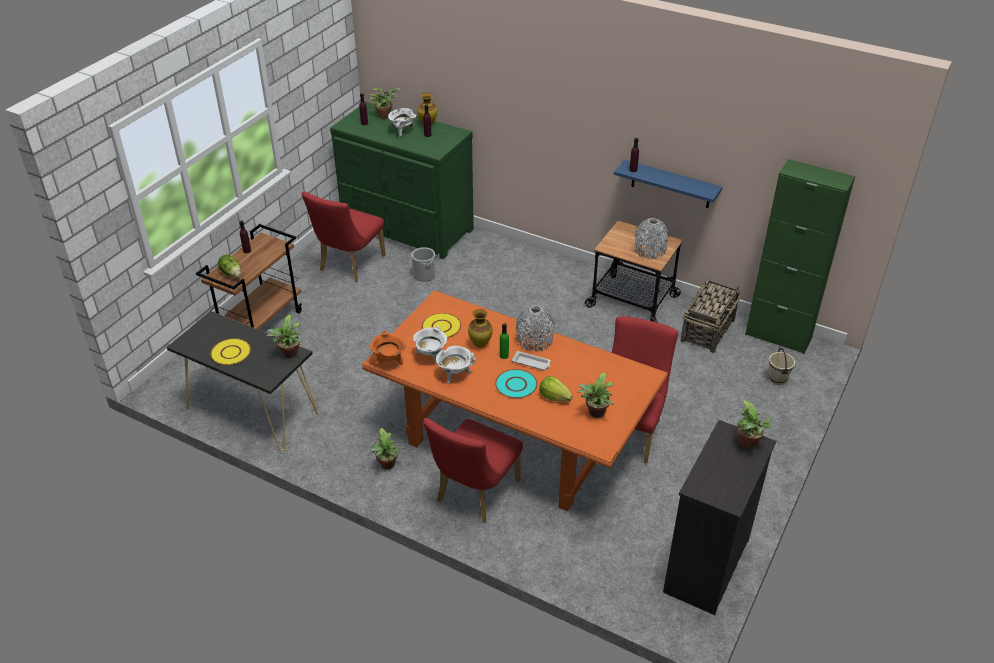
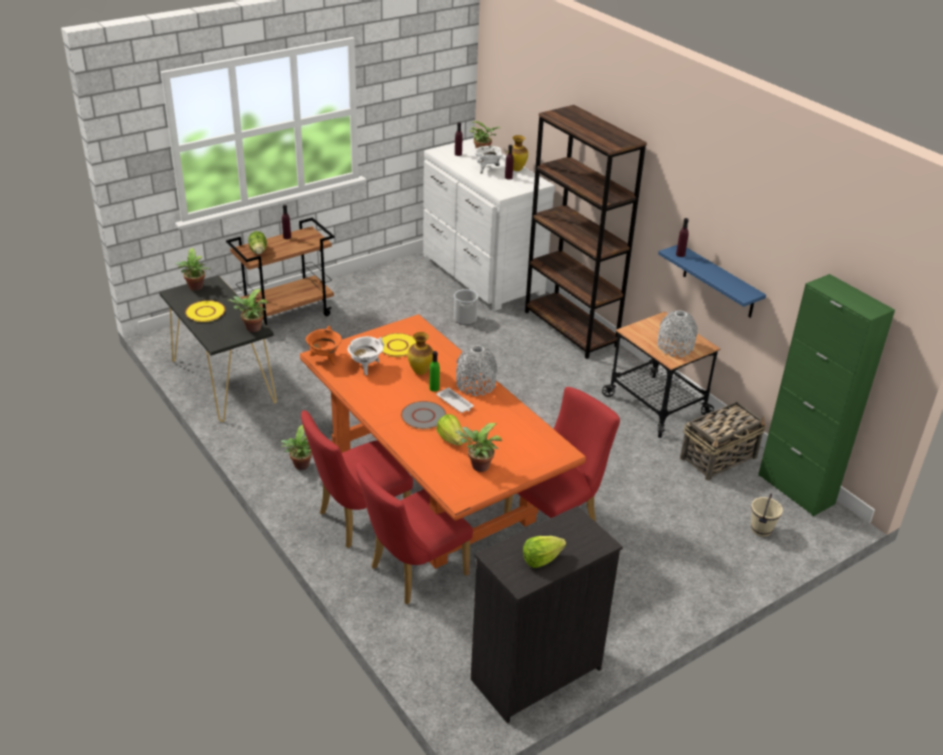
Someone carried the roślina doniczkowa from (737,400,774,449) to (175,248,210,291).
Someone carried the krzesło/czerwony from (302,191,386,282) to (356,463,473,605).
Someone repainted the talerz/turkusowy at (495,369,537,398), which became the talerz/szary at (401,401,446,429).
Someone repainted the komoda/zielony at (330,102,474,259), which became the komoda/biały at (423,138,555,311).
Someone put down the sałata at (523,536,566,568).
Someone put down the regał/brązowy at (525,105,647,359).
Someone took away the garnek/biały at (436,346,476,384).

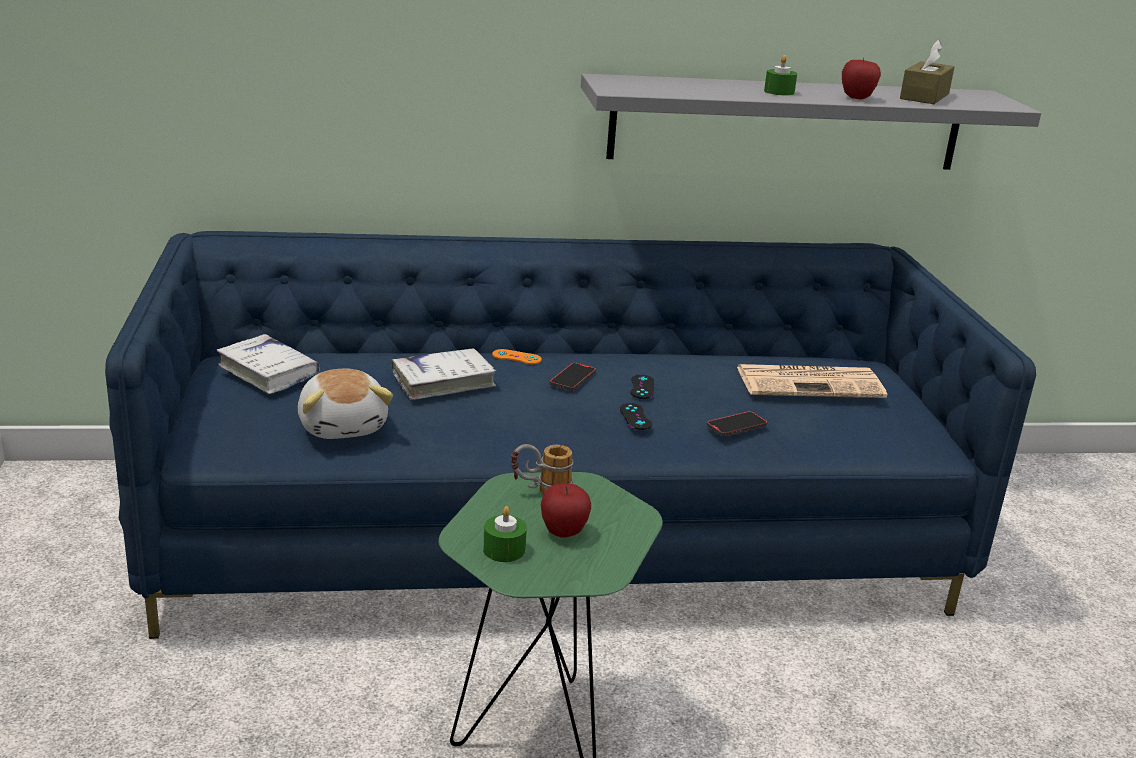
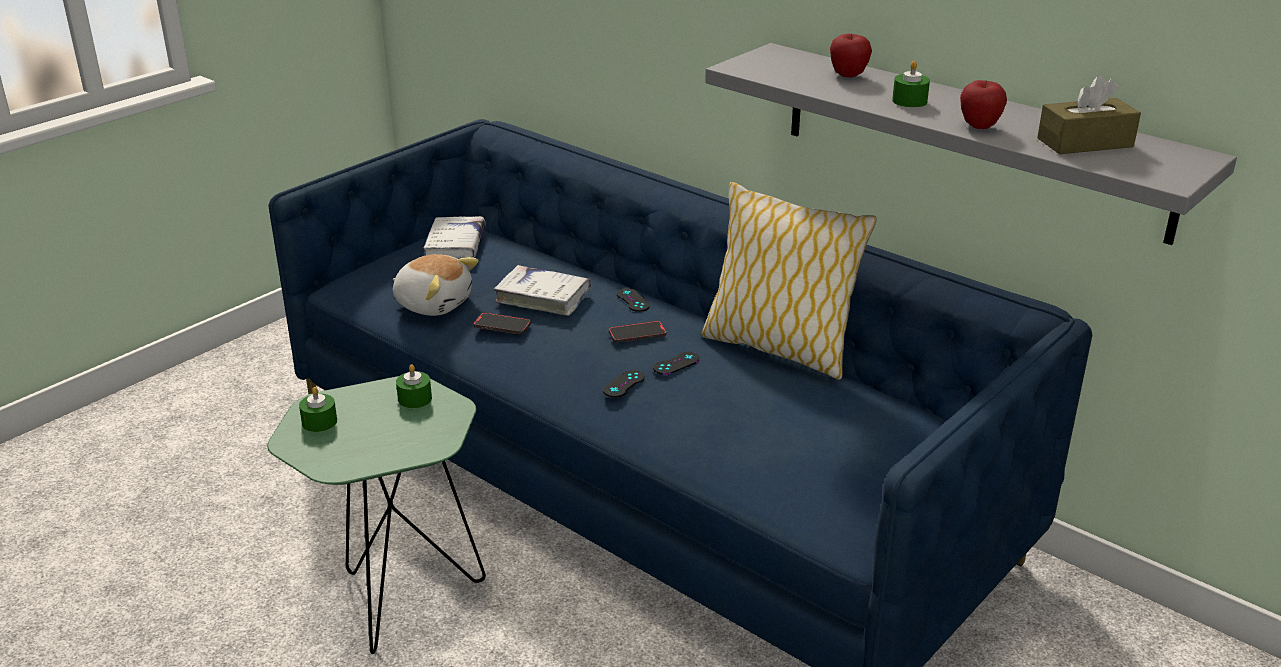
Someone rotated the pluszak at (298,369,393,439) by 90 degrees counterclockwise.
Someone swapped the kubek at (511,444,573,495) for the świeca/zielony at (396,364,432,408).
Someone carried the telefon from (707,411,767,437) to (474,313,531,335).
Someone repainted the pad do gier/pomarańczowy at (492,349,542,364), which became the pad do gier/czarny at (617,288,650,312).
Someone put down the poduszka at (702,182,877,380).
Someone carried the jabłko from (541,483,591,538) to (830,33,872,77).
Someone took away the gazeta at (737,364,887,398).

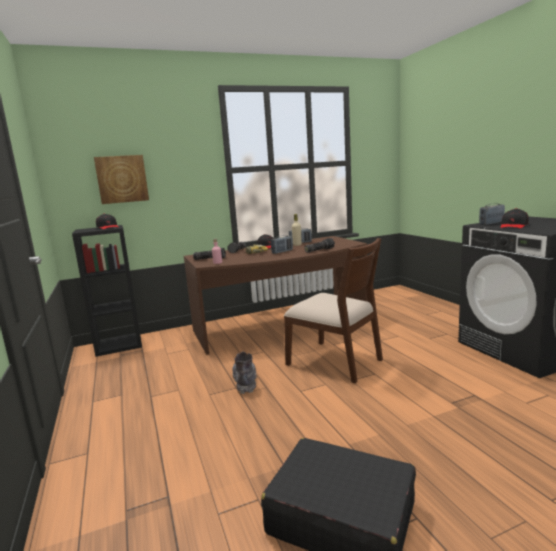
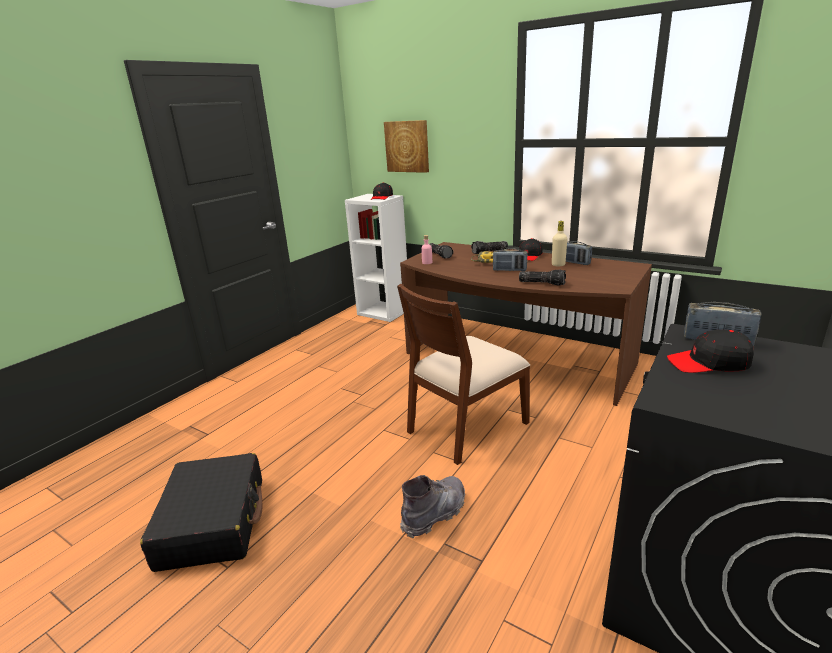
Someone repainted the regał/czarny at (72,225,142,357), which became the regał/biały at (345,194,407,322).
Someone rotated the krzesło/brązowy at (284,238,383,383) by 45 degrees clockwise.
Someone carried the but z cholewką/szary from (232,351,257,394) to (400,475,465,538).

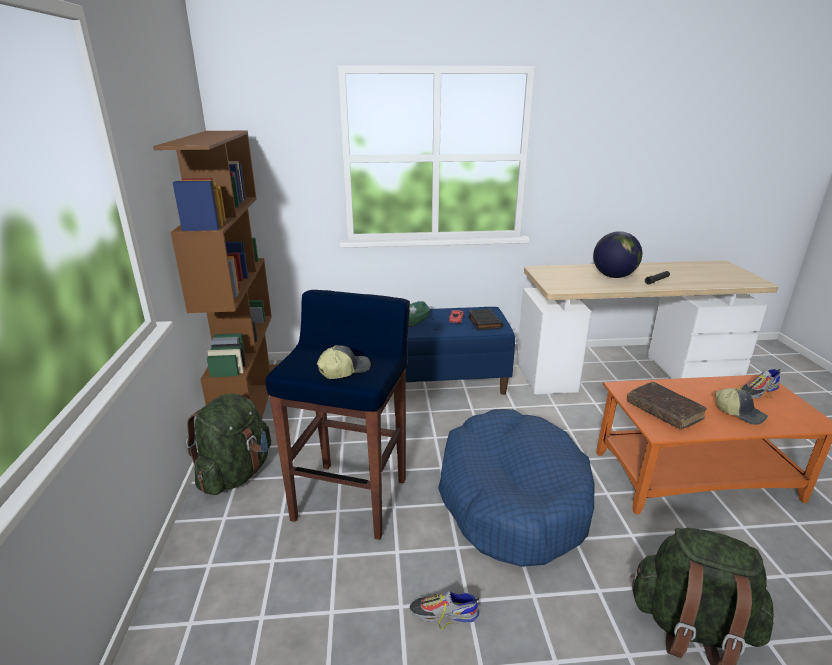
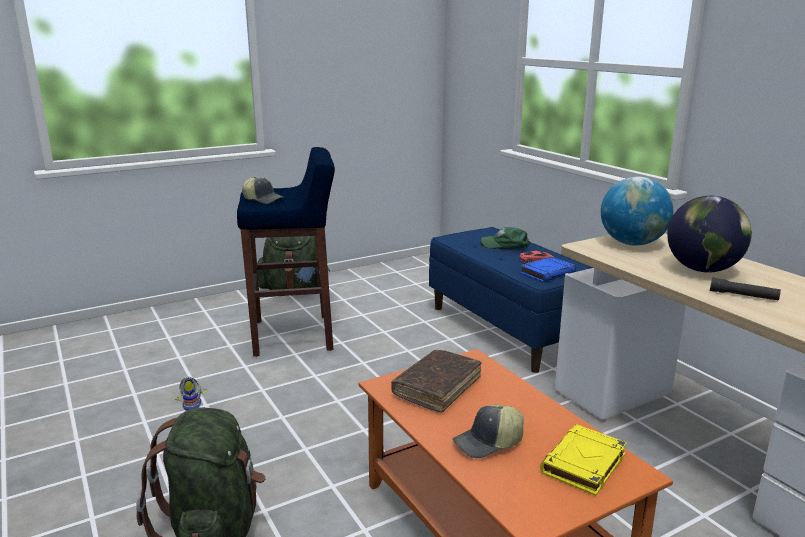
Someone rotated the czapka z daszkiem at (715,388,768,425) by 45 degrees clockwise.
Someone repainted the książka/czarny at (468,309,503,330), which became the książka/niebieski at (520,257,576,282).
Someone swapped the but at (739,369,780,399) for the książka/żółty at (540,424,627,496).
Someone put down the globus at (601,177,674,246).
Someone took away the regał/brązowy at (153,131,278,419).
Someone took away the legowisko/niebieski at (438,409,594,567).

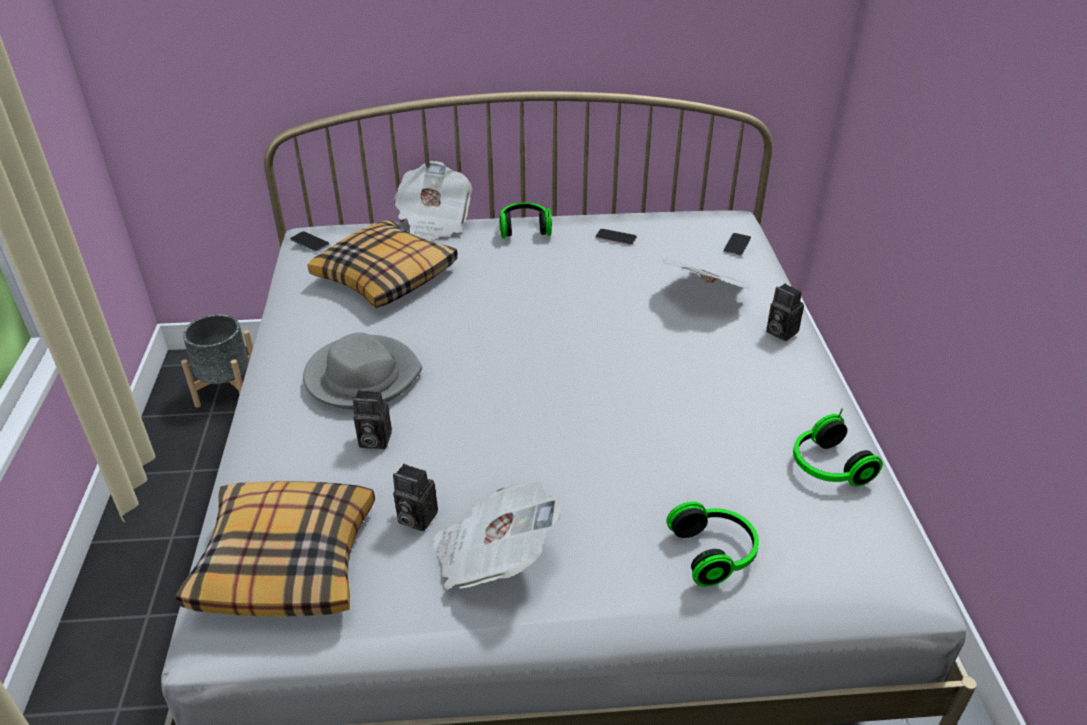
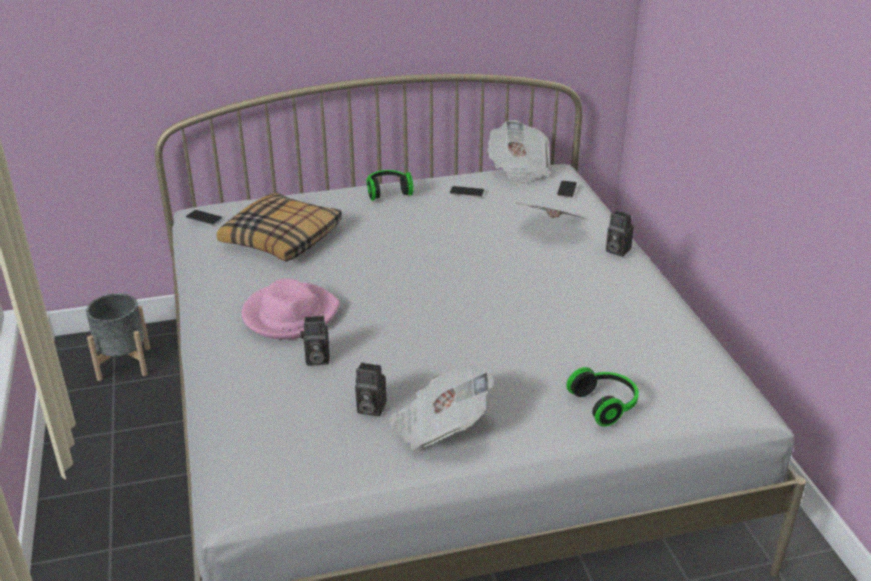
Someone repainted the kapelusz/szary at (303,332,422,409), which became the kapelusz/różowy at (241,278,340,340).
Someone carried the gazeta from (394,161,473,241) to (487,120,550,185).
Someone took away the poduszka at (176,481,375,617).
Someone took away the słuchawki at (793,408,883,486).

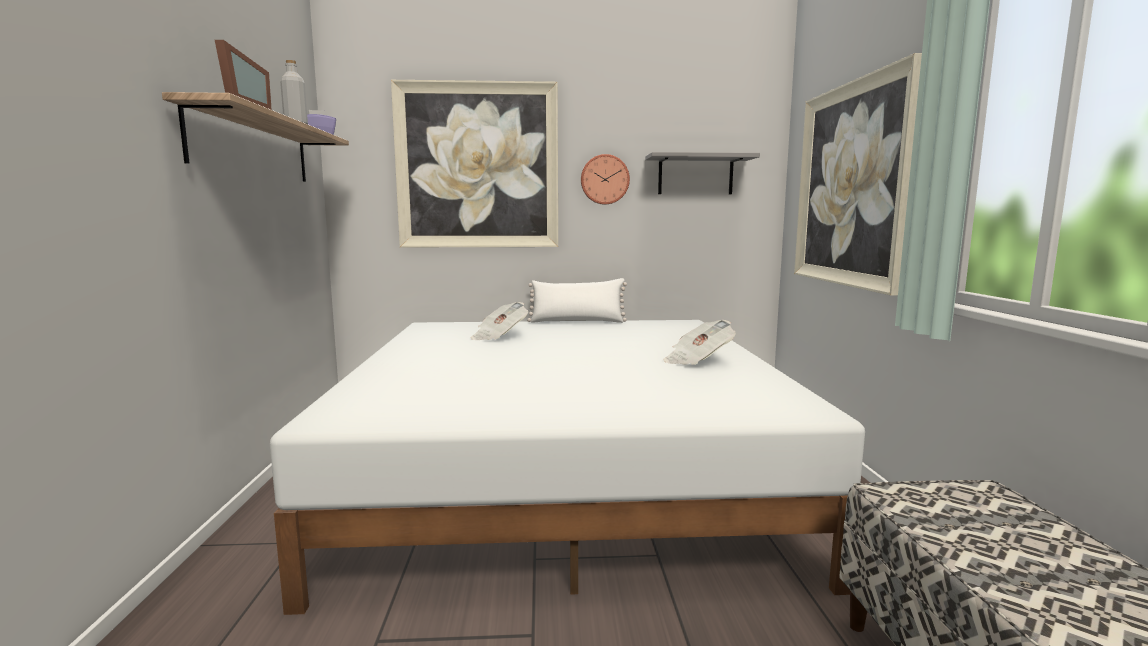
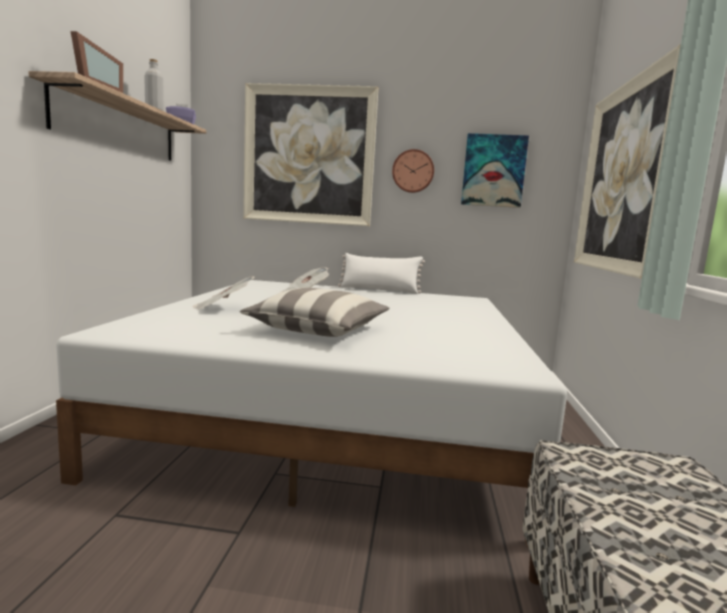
Someone carried the gazeta from (663,320,736,365) to (193,276,255,310).
Someone put down the poduszka at (240,288,389,337).
Someone swapped the półka/szary at (645,152,760,194) for the obraz at (461,133,529,208).

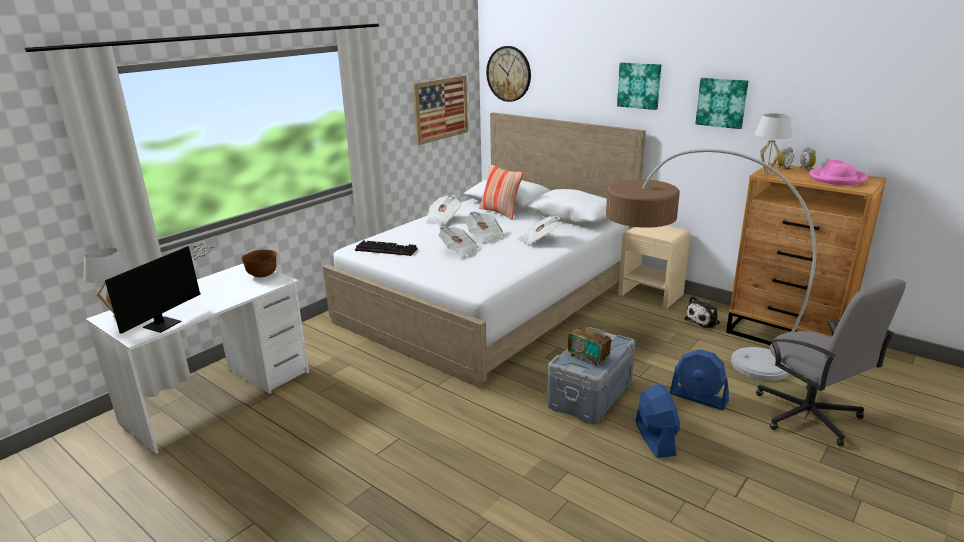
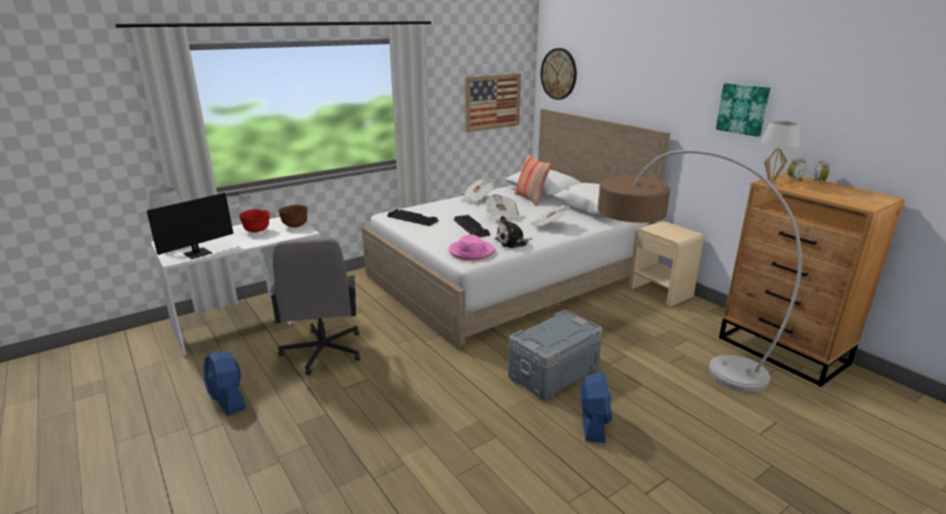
Someone carried the wentylator/niebieski from (670,350,729,410) to (204,352,246,416).
Someone put down the miska/czerwony at (239,209,270,233).
Someone carried the krzesło biurowe/szary from (756,279,906,446) to (269,238,360,375).
Someone carried the kapelusz/różowy from (809,160,868,185) to (449,235,496,260).
Someone swapped the gazeta at (439,226,479,257) for the klawiatura at (454,215,490,237).
Someone carried the pluszak from (684,296,721,329) to (495,216,532,248).
Someone took away the radio at (568,317,611,366).
Someone took away the obraz at (617,62,661,110).

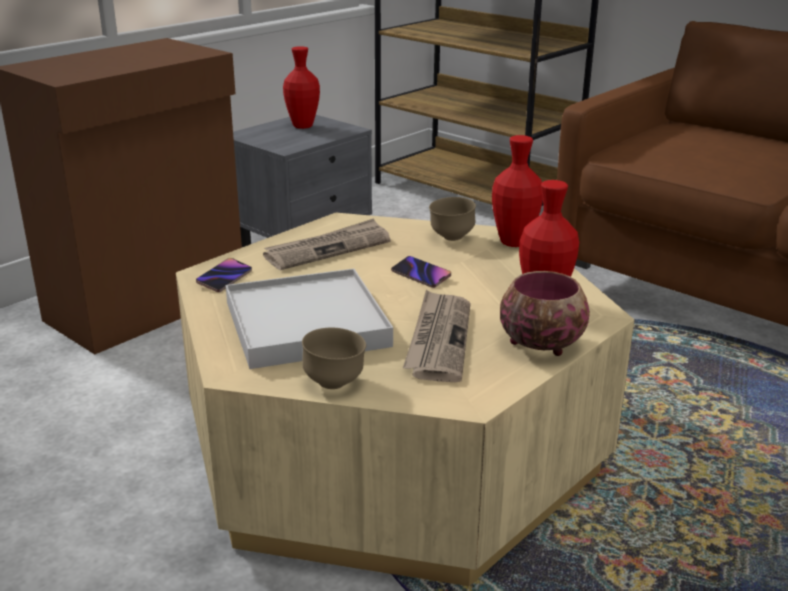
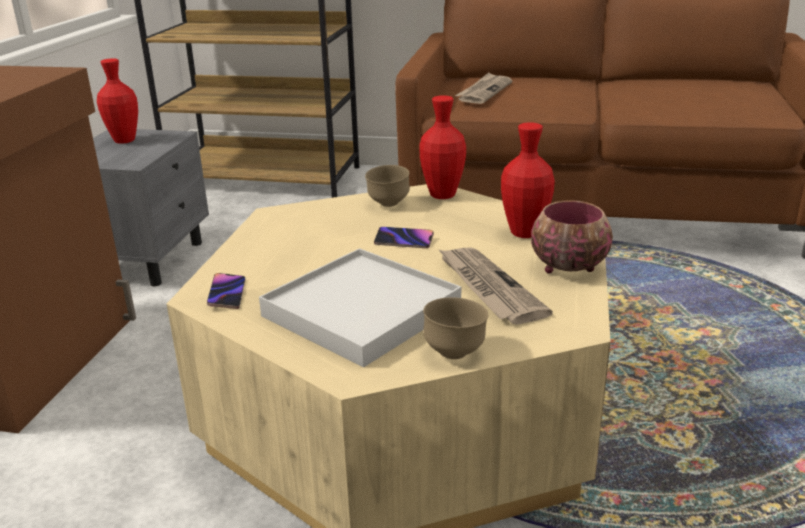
Someone carried the gazeta from (263,218,391,270) to (455,73,512,104).

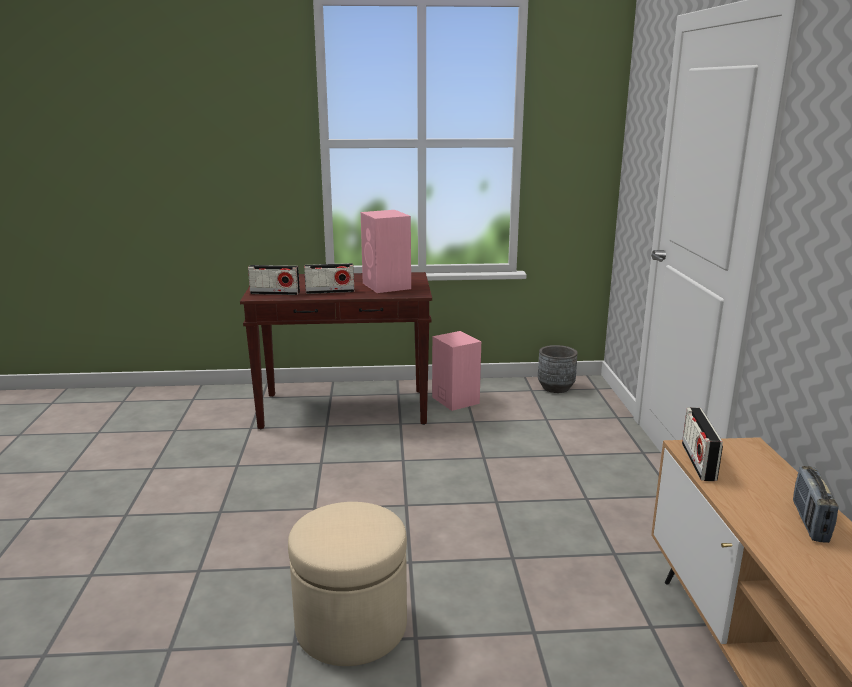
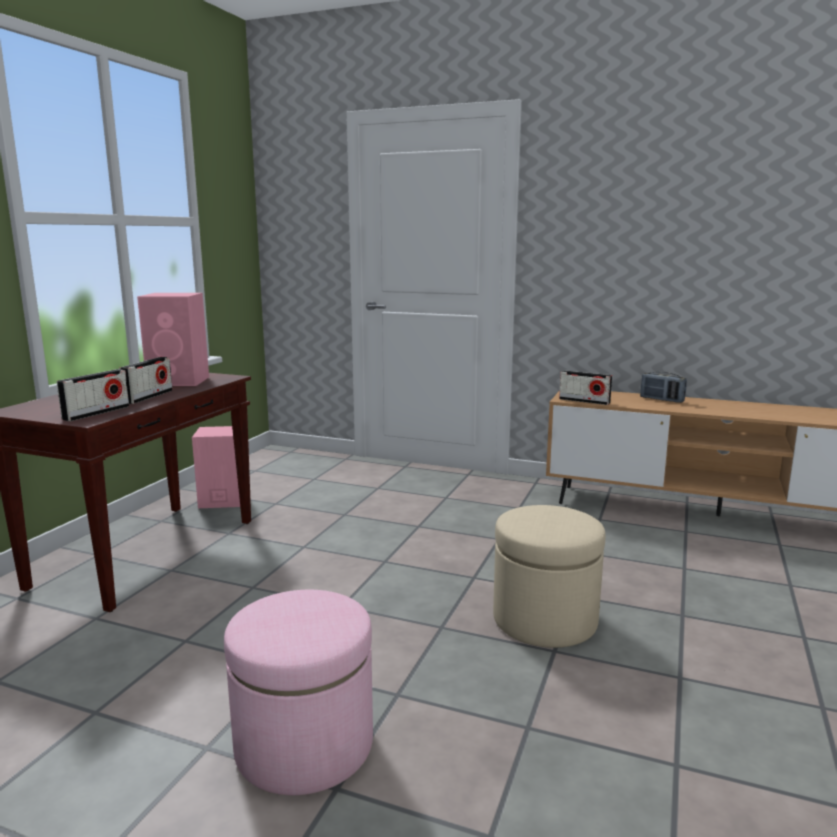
Someone put down the pufa/różowy at (224,590,373,795).
Someone took away the donica/szary at (538,345,577,393).

